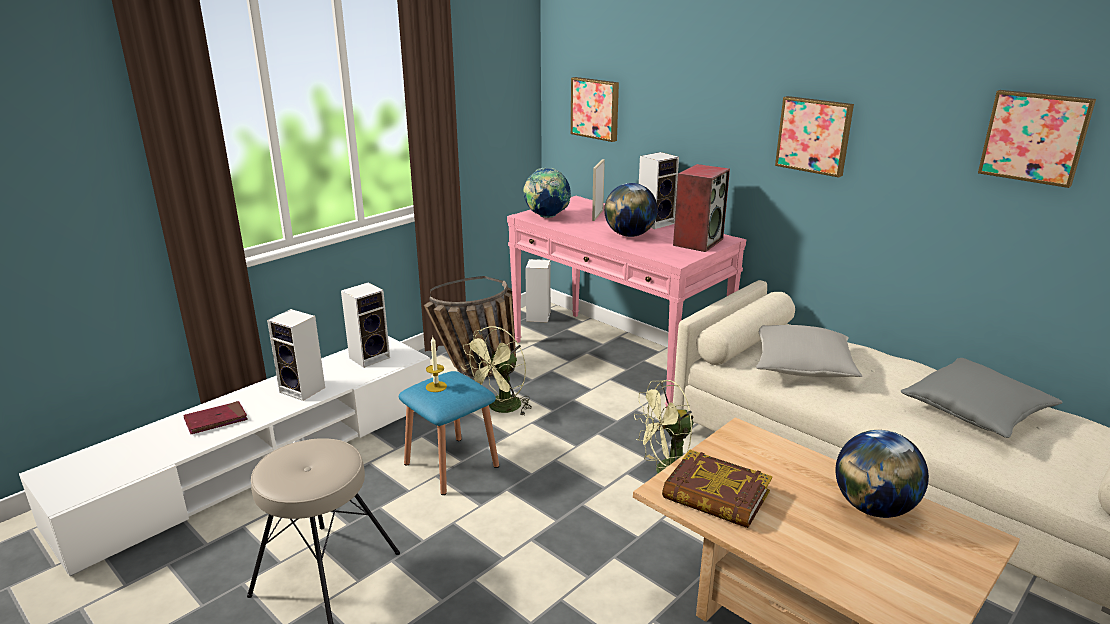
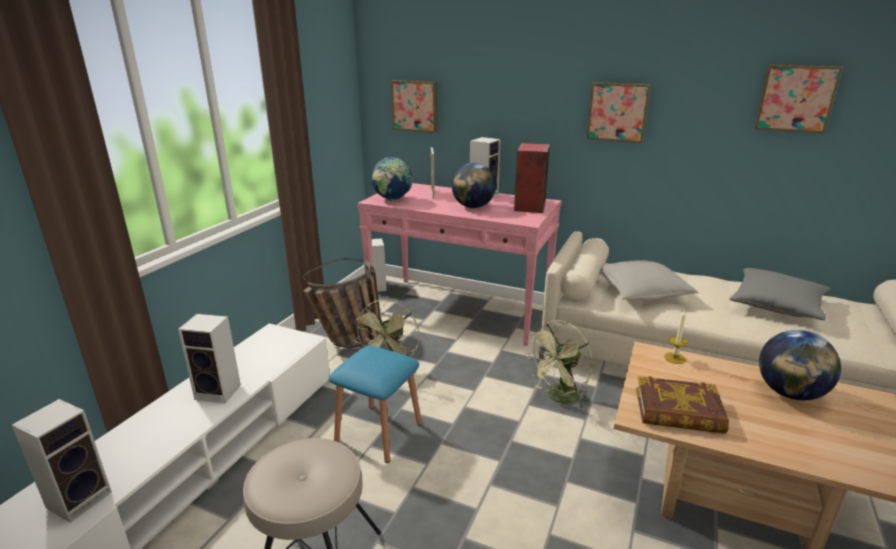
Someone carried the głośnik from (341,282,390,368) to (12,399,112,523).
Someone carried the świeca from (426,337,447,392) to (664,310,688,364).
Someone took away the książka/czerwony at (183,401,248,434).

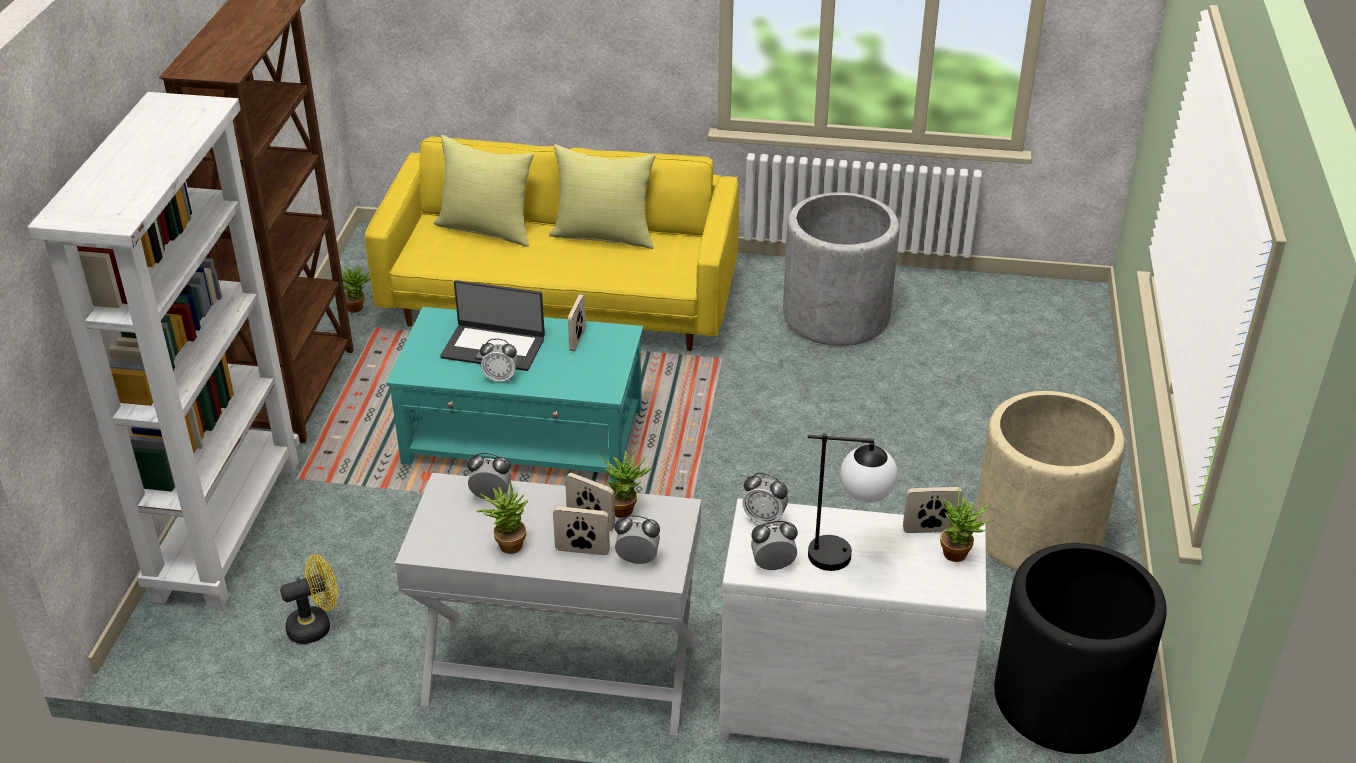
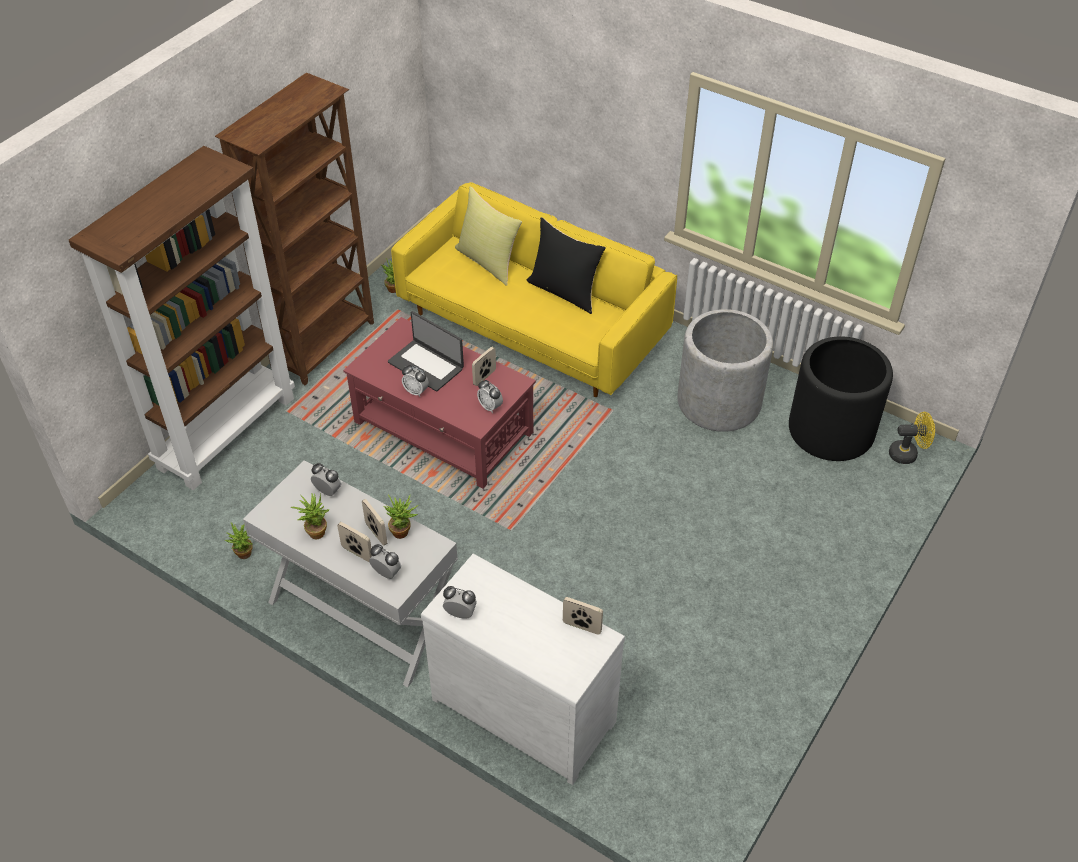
Someone repainted the regał/biały at (27,92,300,610), which became the regał/brązowy at (68,146,295,490).
Someone carried the roślina doniczkowa from (940,489,995,562) to (224,522,253,559).
Someone repainted the ława/turkusowy at (386,307,643,482), which became the ława/czerwony at (343,317,536,489).
Someone carried the budzik from (742,473,788,526) to (477,380,503,413).
Someone repainted the poduszka/żółty at (549,144,655,249), which became the poduszka/czarny at (527,217,606,314).
Someone carried the donica/czarny from (994,543,1167,754) to (789,336,893,461).
Someone carried the wentylator/żółty from (280,554,338,644) to (889,412,935,464).
Someone took away the lampa stołowa at (808,433,898,571).
Someone took away the donica/beżowy at (974,391,1125,571).

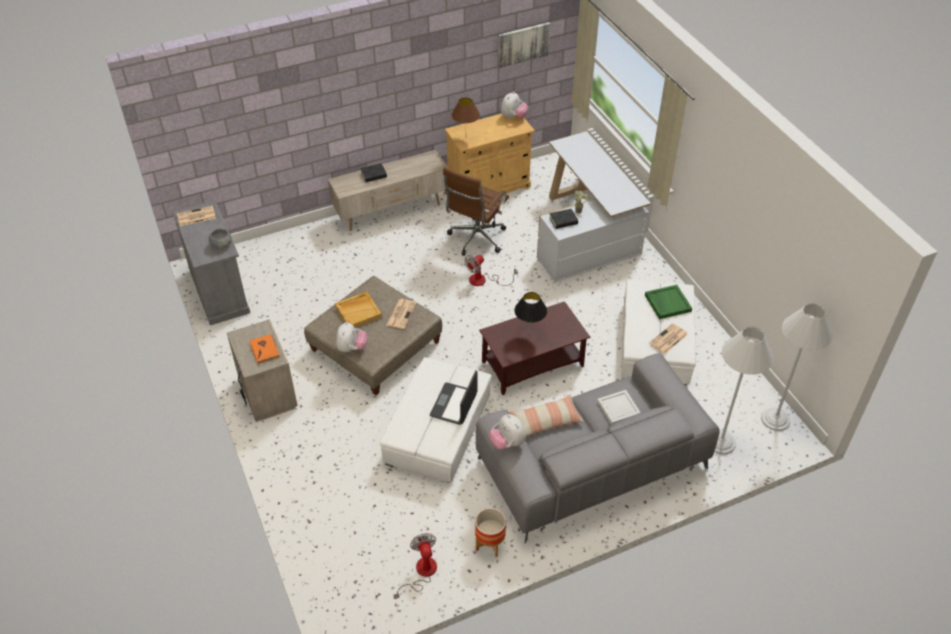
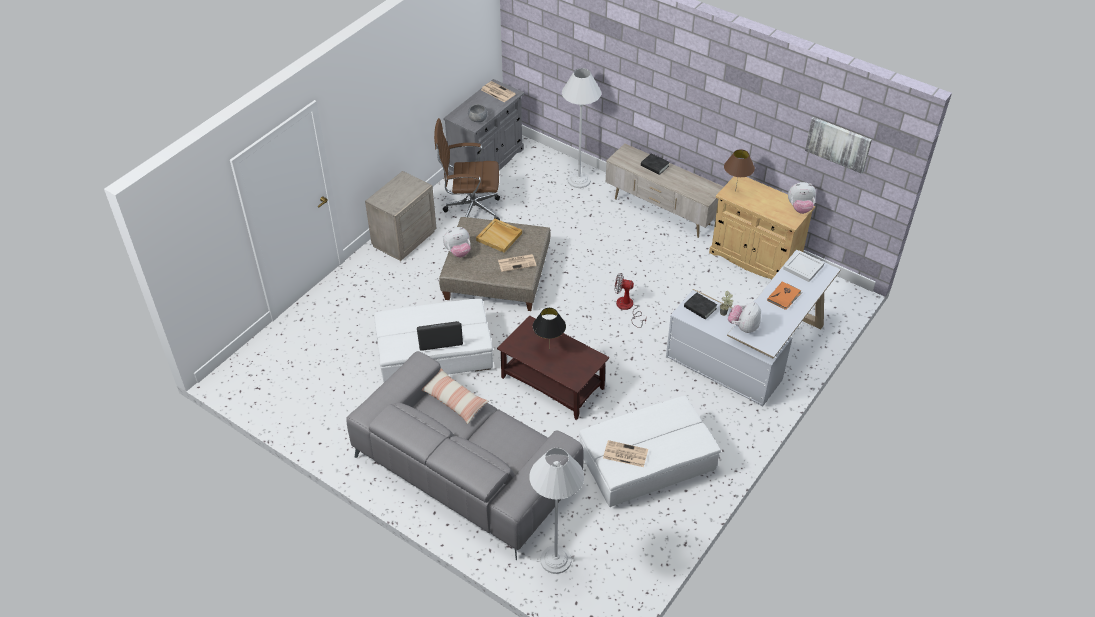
Someone carried the krzesło biurowe/brązowy from (443,167,509,256) to (434,118,500,220).
Someone carried the lampa stojąca/biały from (761,303,833,431) to (562,68,601,188).
Someone carried the pluszak from (489,414,526,450) to (728,302,761,333).
Someone carried the książka/pomarańczowy from (249,334,280,364) to (767,282,802,310).
Someone carried the taca/biały from (597,390,641,425) to (783,250,824,282).
Someone took away the wentylator at (393,533,437,599).
Someone took away the donica at (475,508,506,557).
Someone took away the taca/zielony at (645,285,692,319).

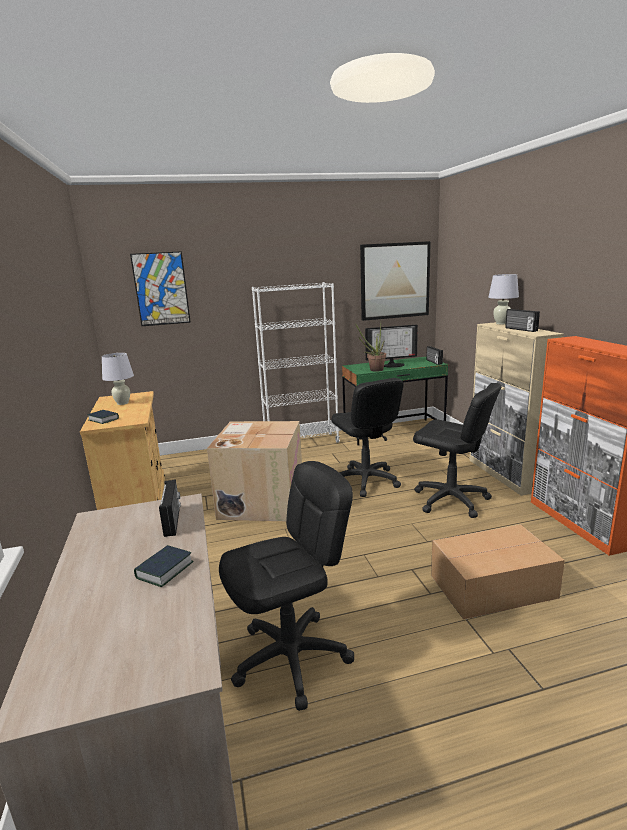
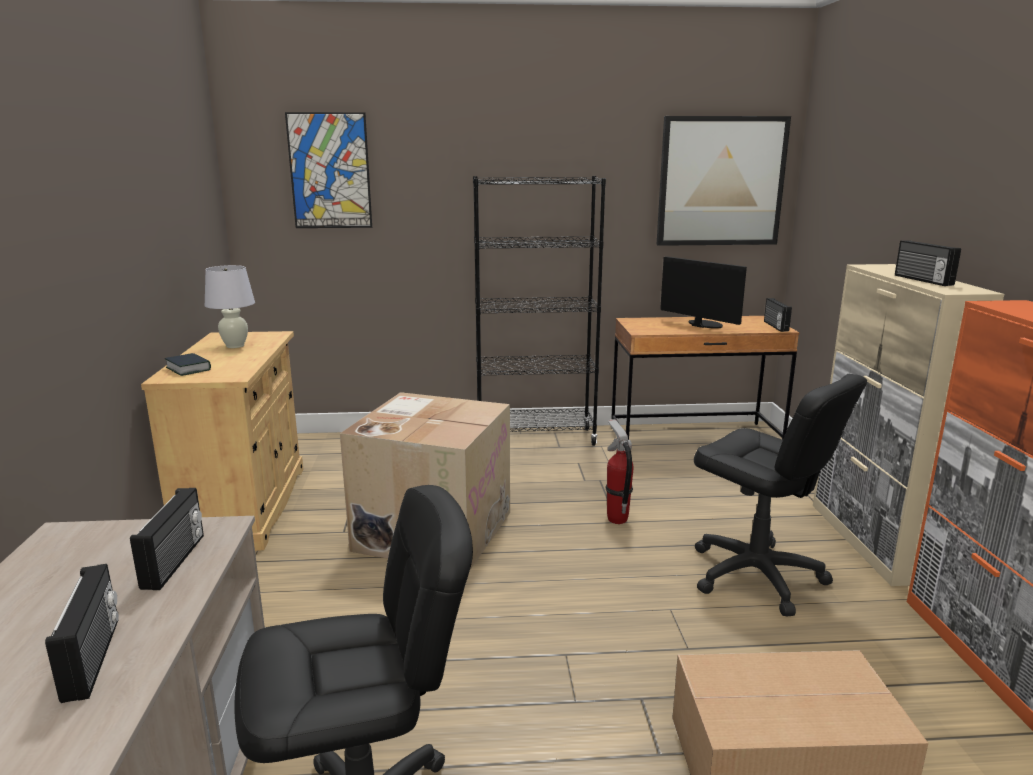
Someone swapped the książka at (134,545,194,587) for the radio at (45,564,119,703).
Someone repainted the regał/biały at (252,282,340,443), which became the regał/czarny at (473,176,606,446).
Someone swapped the krzesło biurowe/czarny at (331,378,404,497) for the gaśnica at (605,419,634,524).
Someone repainted the biurko/zielony at (342,357,448,446), which became the biurko/brązowy at (611,316,799,453).
Someone rotated the monitor at (365,325,418,368) by 135 degrees counterclockwise.
Someone took away the roślina doniczkowa at (355,323,386,372).
Someone took away the lampa stołowa/biały at (488,274,519,324).

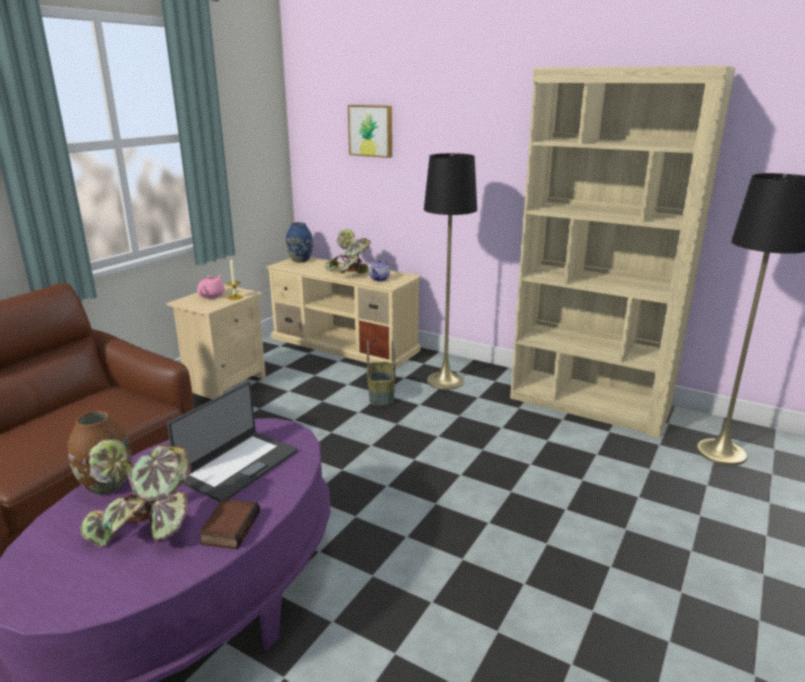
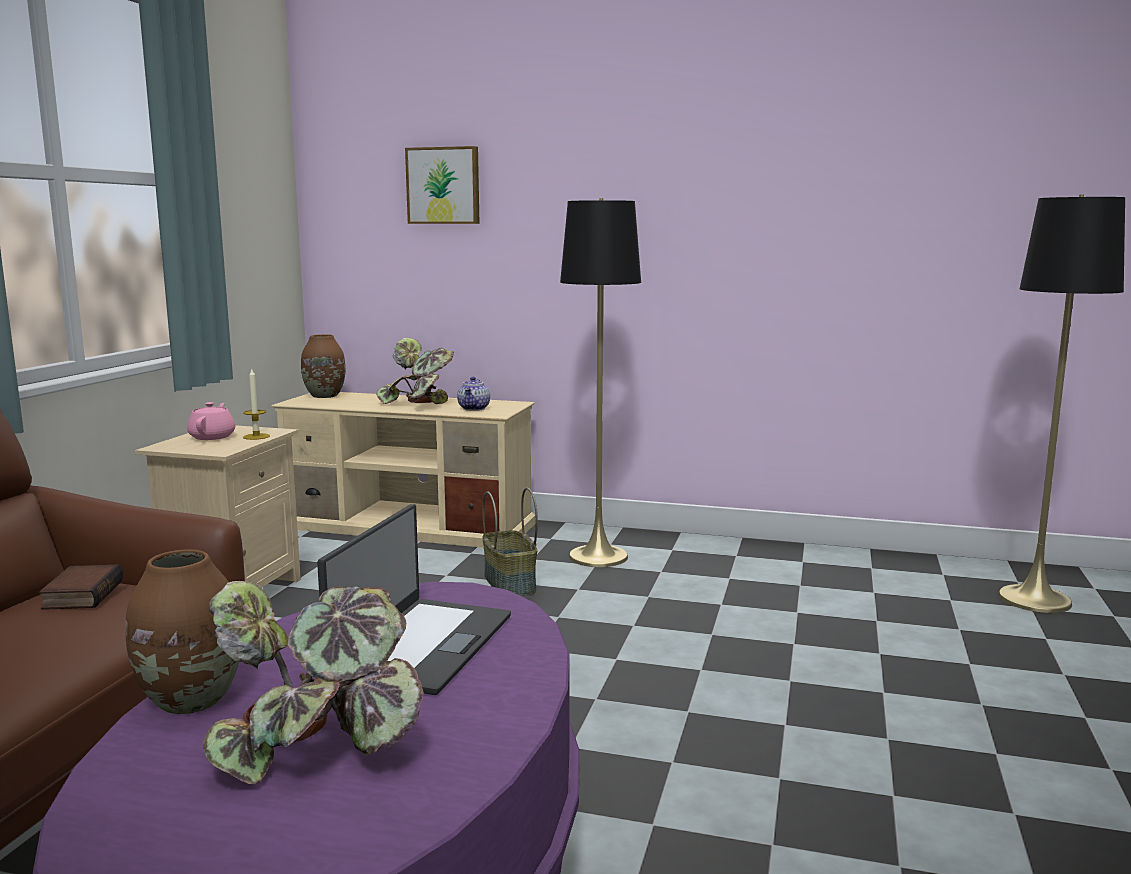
Someone carried the książka from (198,499,260,549) to (39,564,123,610).
Someone repainted the wazon/niebieski at (286,222,313,262), which became the wazon/brązowy at (301,334,346,398).
Someone took away the regał/beżowy at (510,66,736,438).

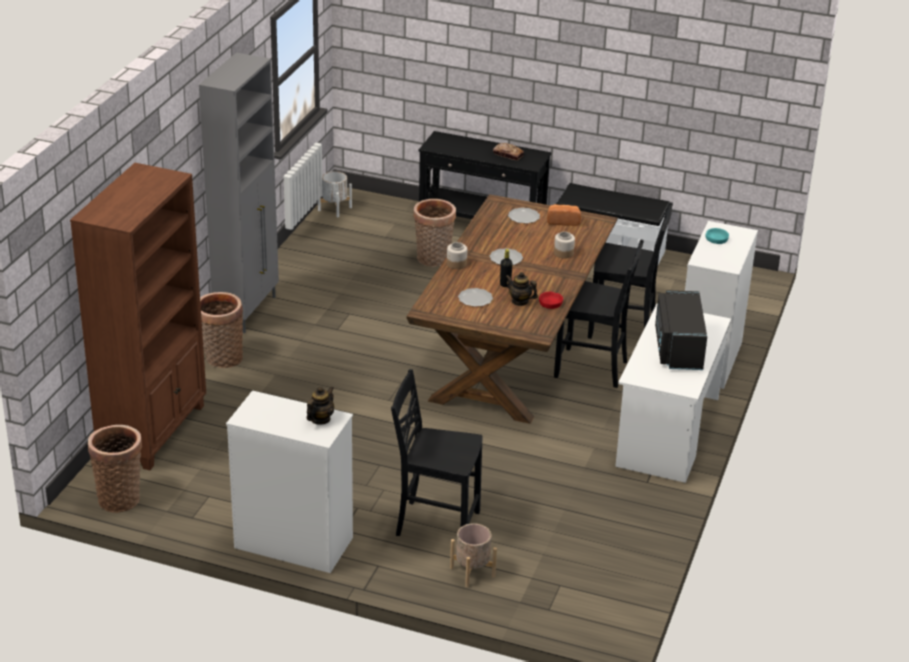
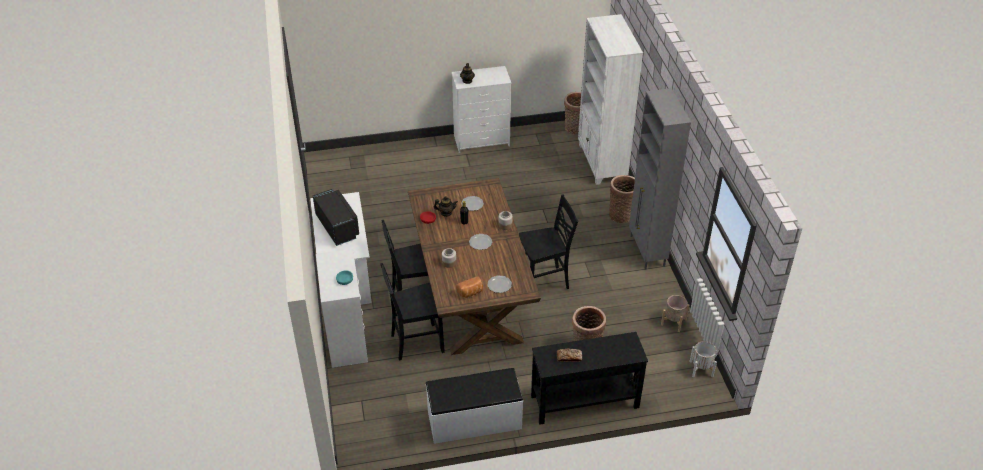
Someone carried the krzesło/czarny from (391,369,483,536) to (519,195,578,289).
Someone repainted the regał/brązowy at (70,163,206,470), which became the regał/biały at (578,14,643,185).
Someone carried the donica/beżowy from (450,523,497,587) to (661,295,689,332).

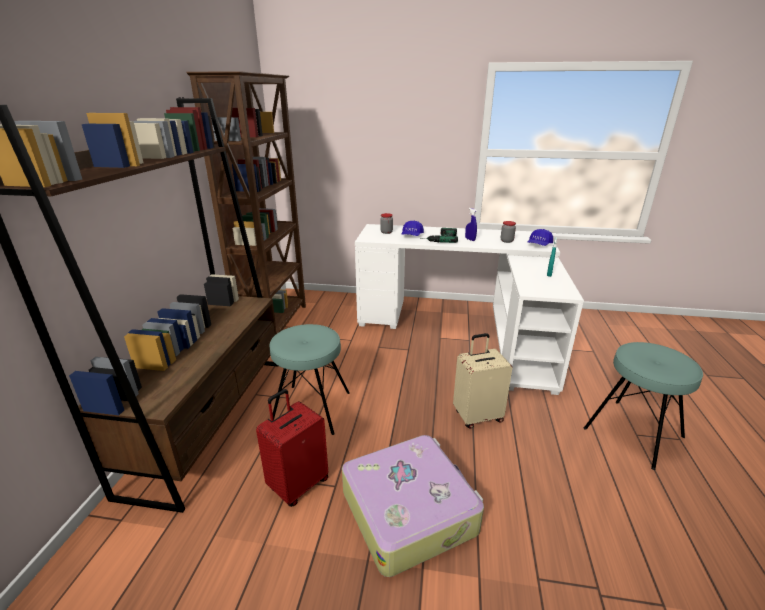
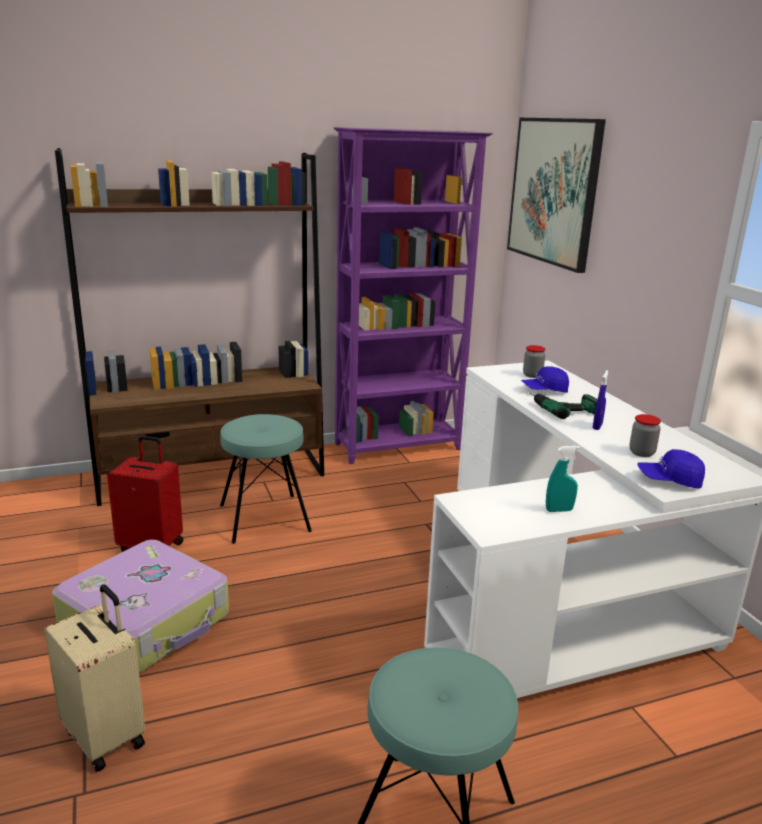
Someone carried the walizka/beżowy from (453,333,513,428) to (44,584,145,772).
Someone repainted the regał/brązowy at (186,71,306,333), which became the regał/fioletowy at (334,127,493,464).
Someone put up the obraz at (507,118,606,273).

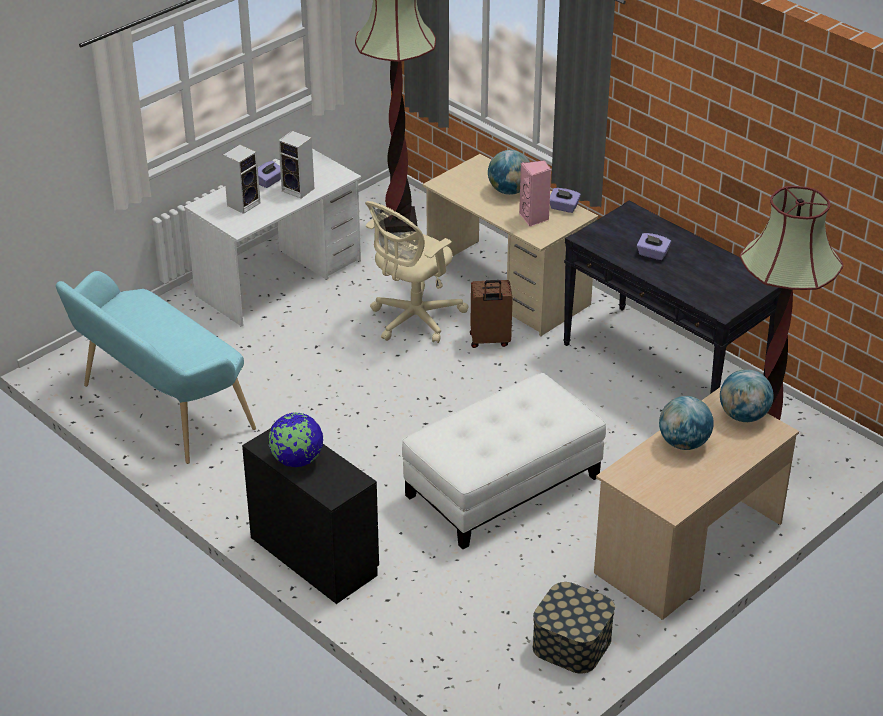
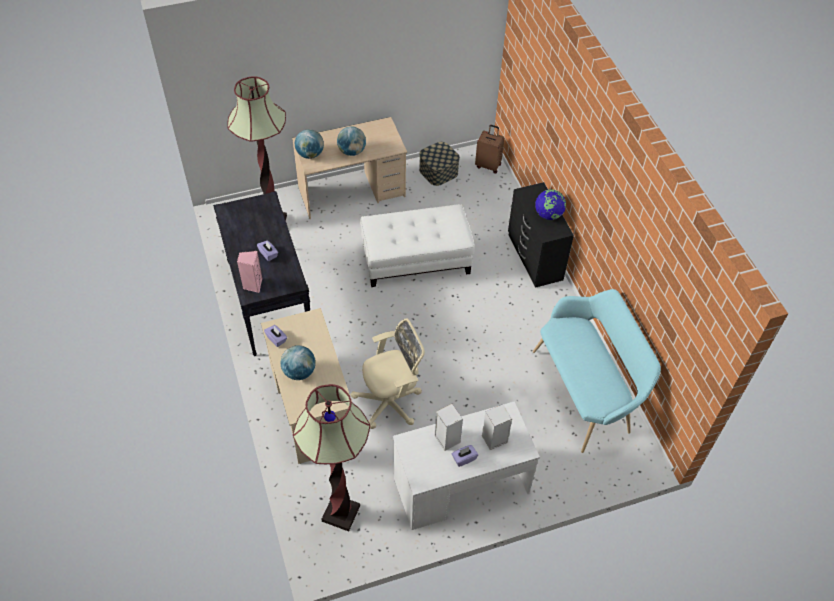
Someone carried the głośnik/różowy from (519,160,551,227) to (237,251,262,293).
Someone carried the walizka/brązowy from (470,280,513,348) to (475,125,504,174).

